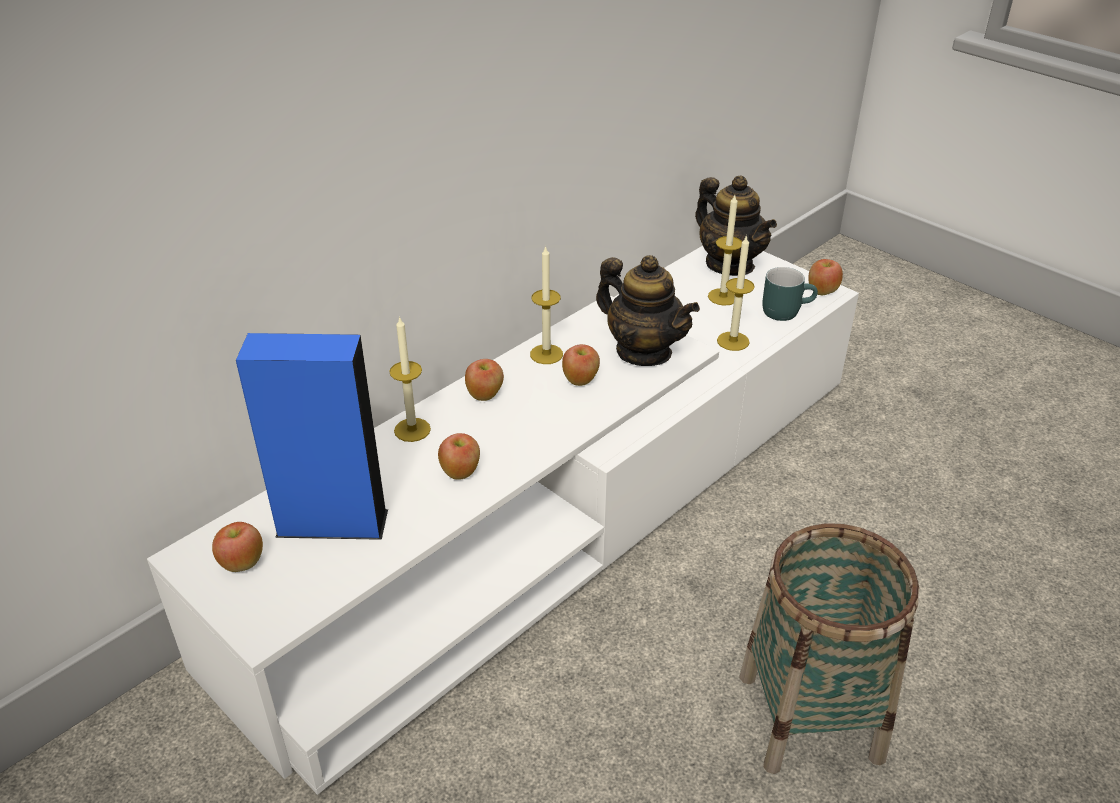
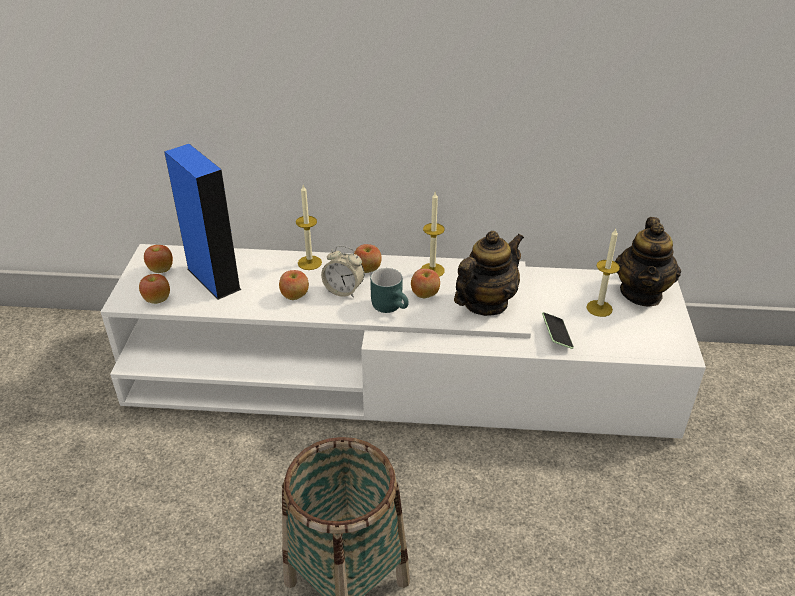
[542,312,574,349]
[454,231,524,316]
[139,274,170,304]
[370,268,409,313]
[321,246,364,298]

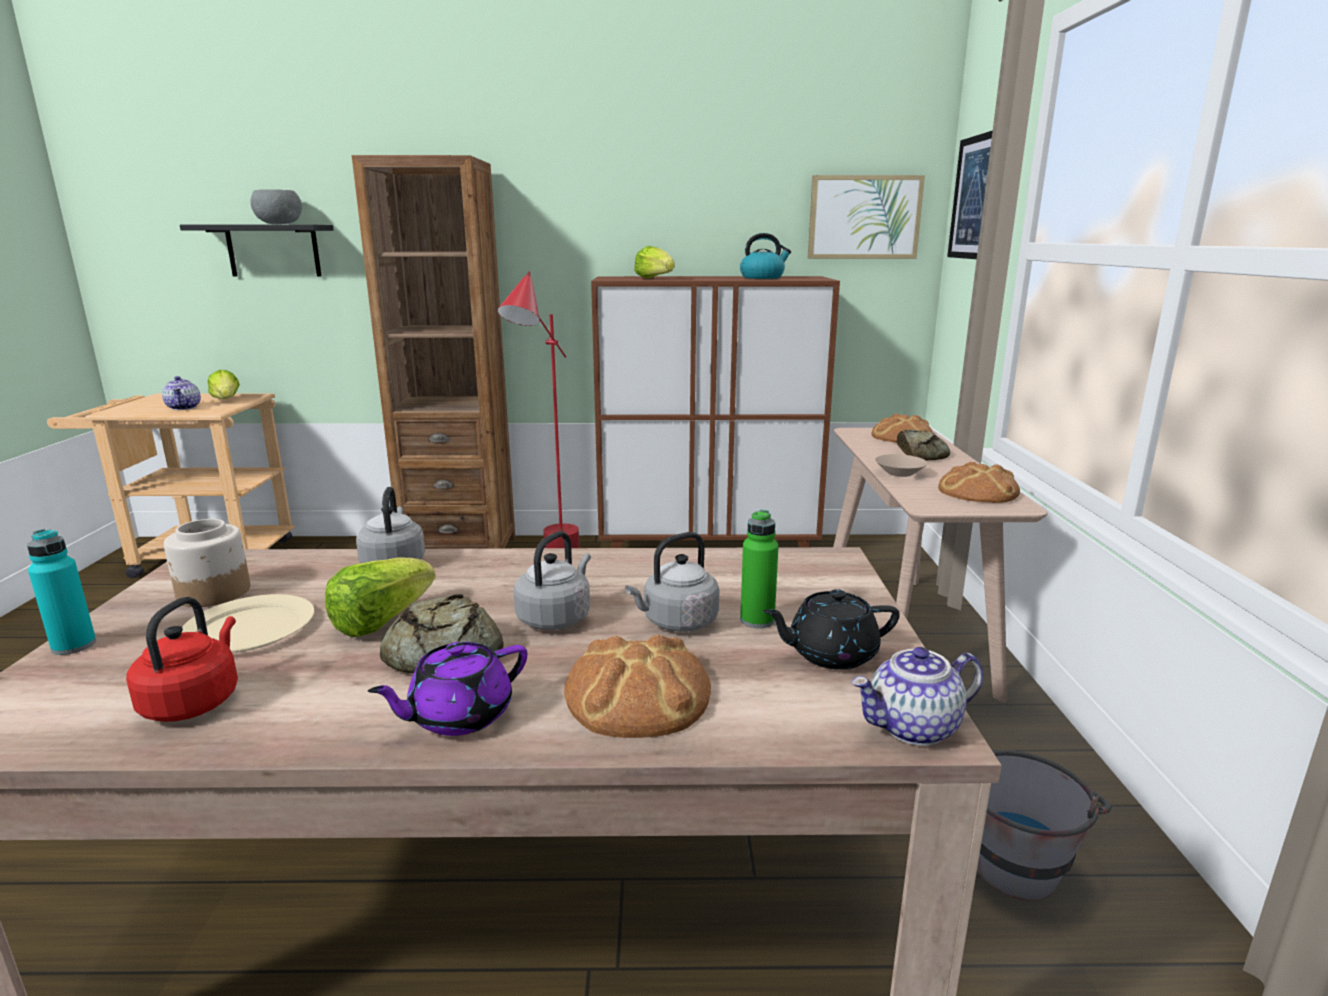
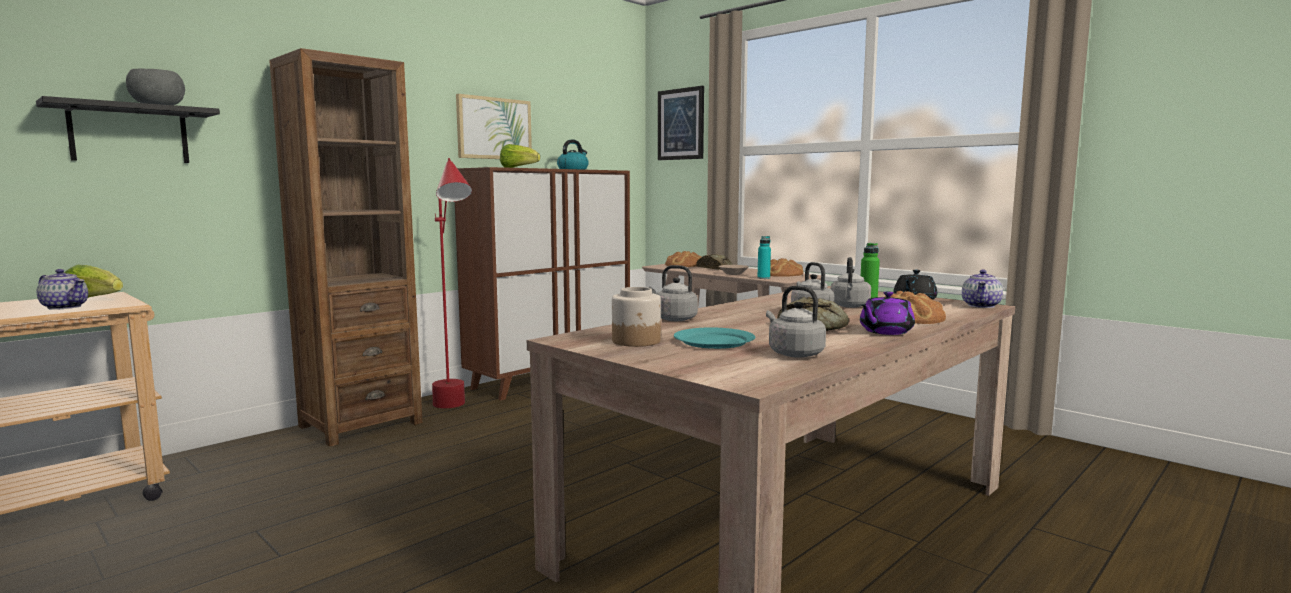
[456,94,532,159]
[757,236,771,279]
[325,558,436,637] (first image)
[674,327,755,349]
[766,286,826,358]
[860,291,915,335]
[977,750,1111,901] (first image)

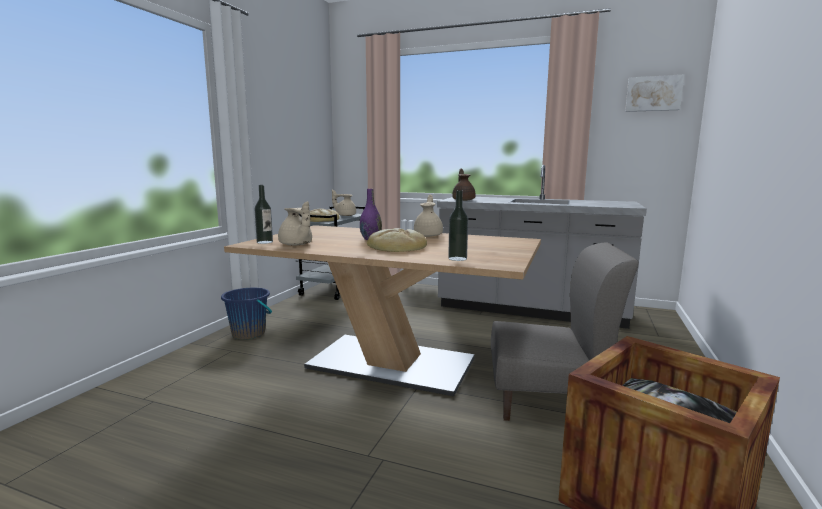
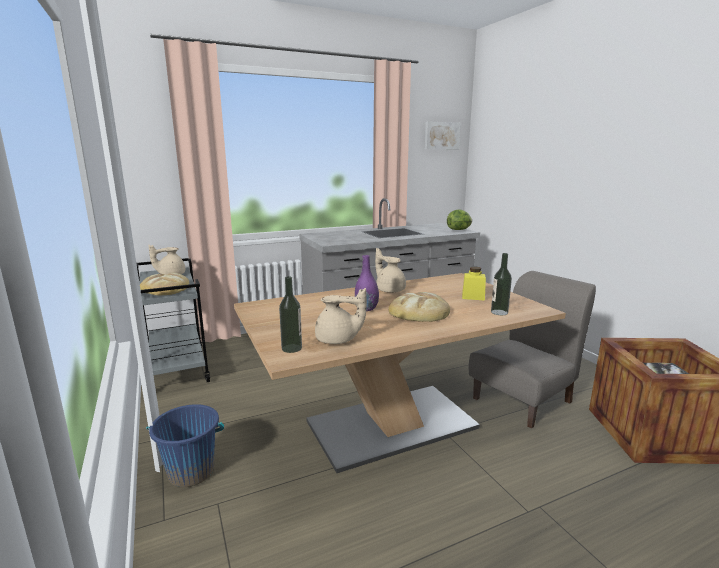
[452,168,476,201] (first image)
[447,209,472,230]
[462,267,486,301]

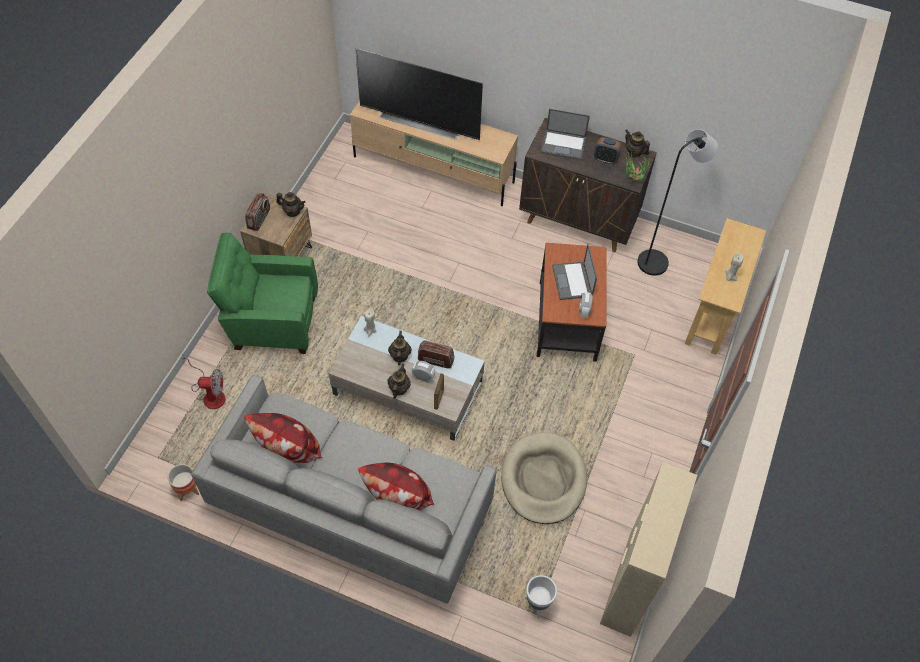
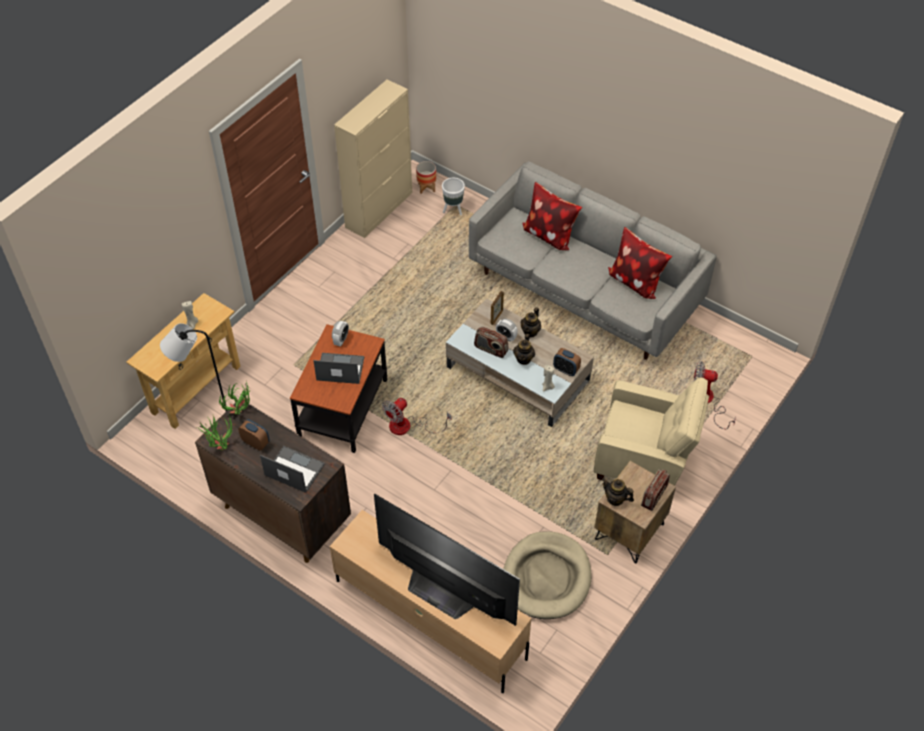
[197,415,233,451]
[594,377,709,486]
[313,353,364,384]
[503,531,591,619]
[416,161,436,194]
[553,348,581,376]
[382,398,451,435]

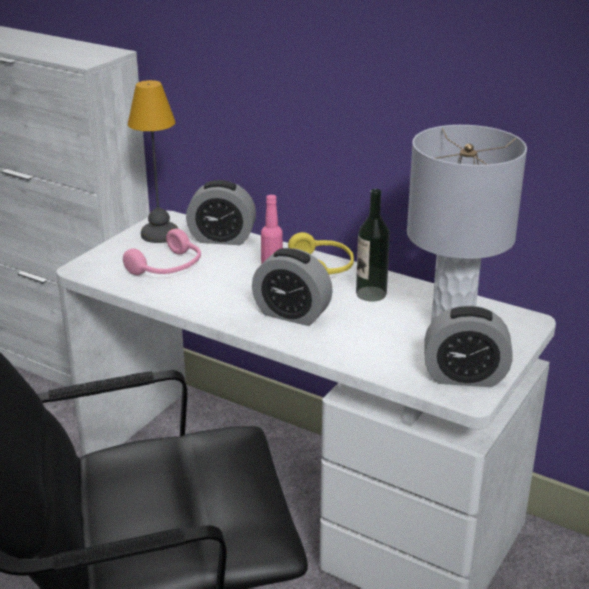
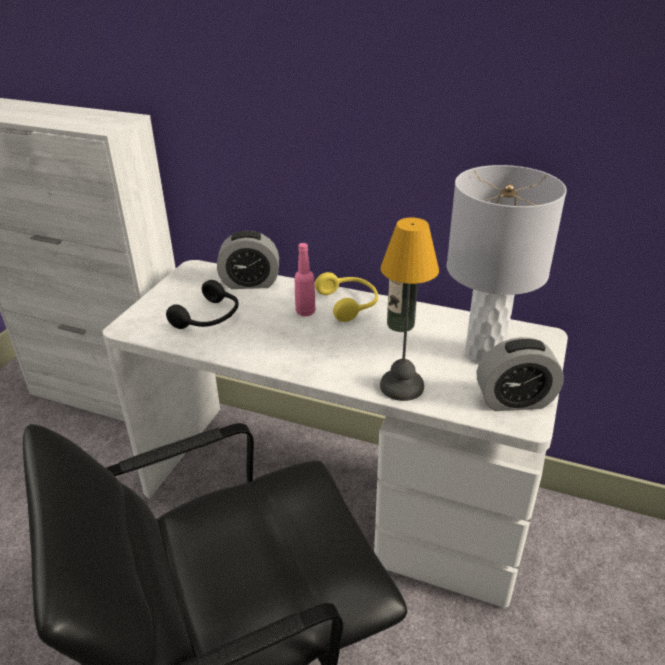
[380,217,439,401]
[166,280,239,329]
[252,248,333,326] (first image)

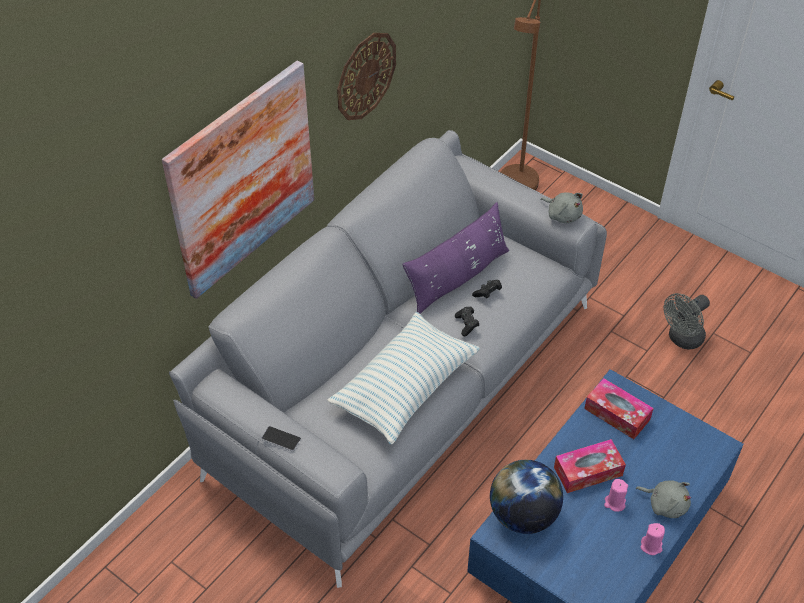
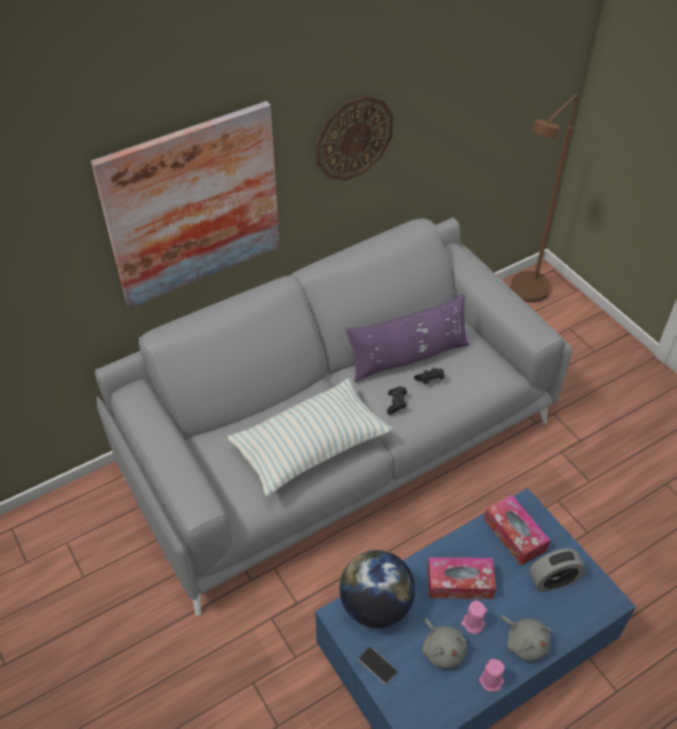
[422,618,467,668]
[663,293,710,349] (first image)
[358,647,398,684]
[529,548,586,592]

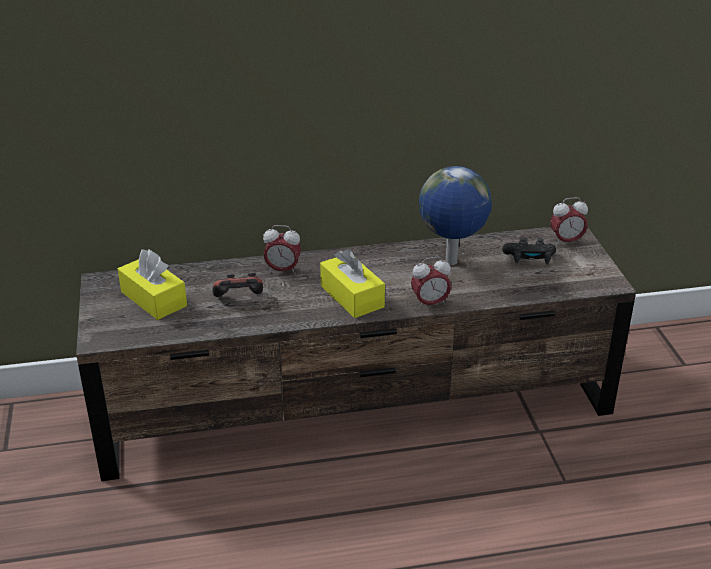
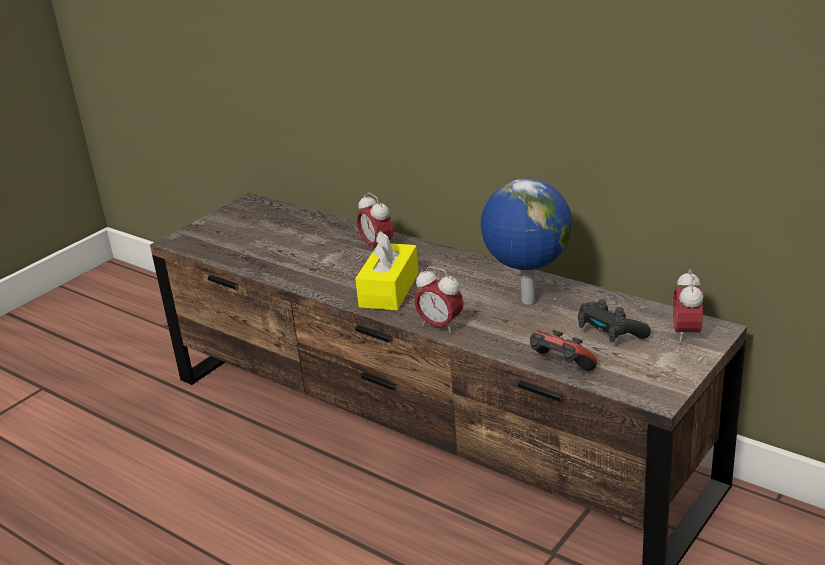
[673,269,703,344]
[118,250,187,320] (first image)
[530,330,597,371]

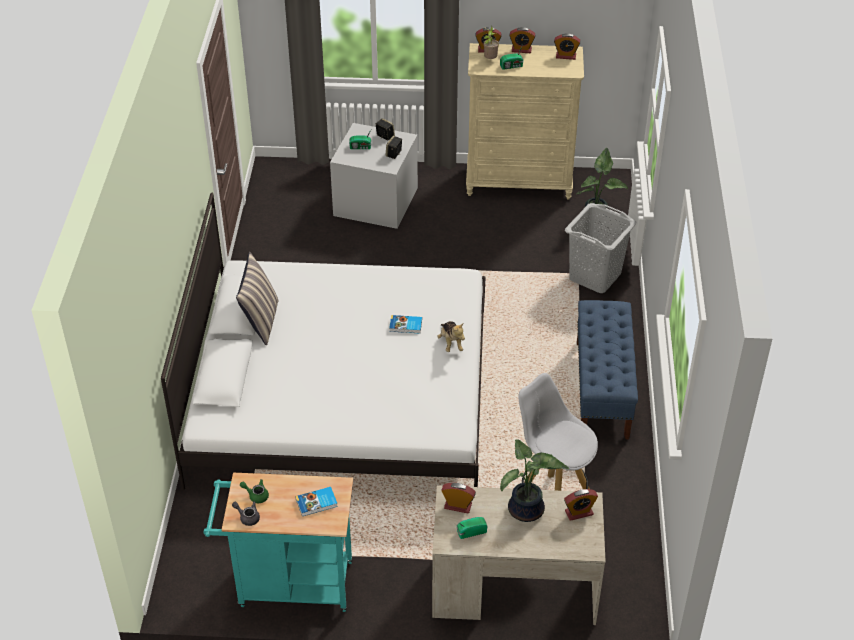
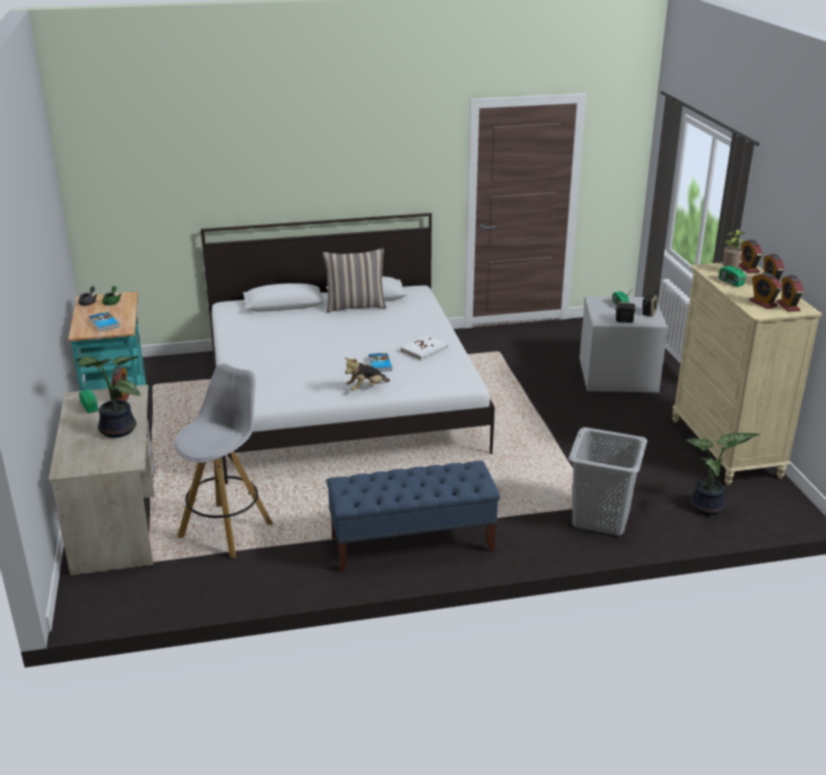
[749,272,782,309]
[401,335,447,361]

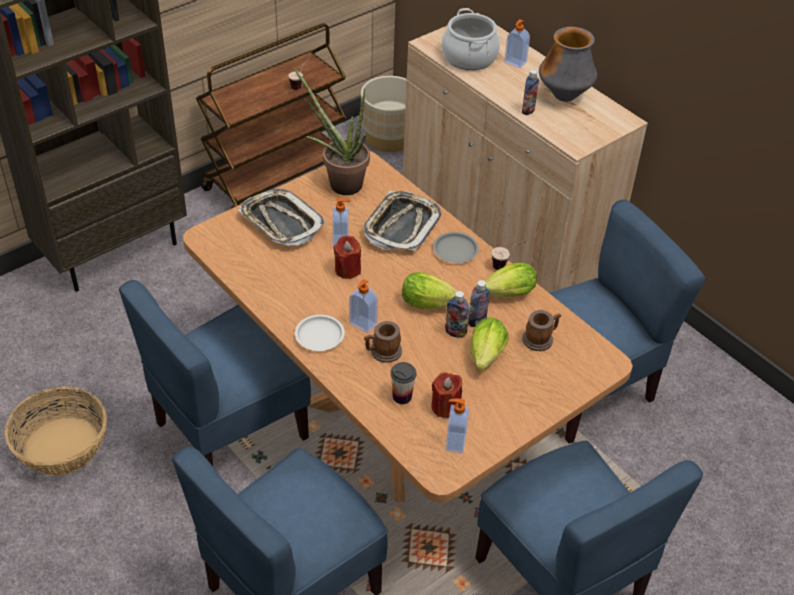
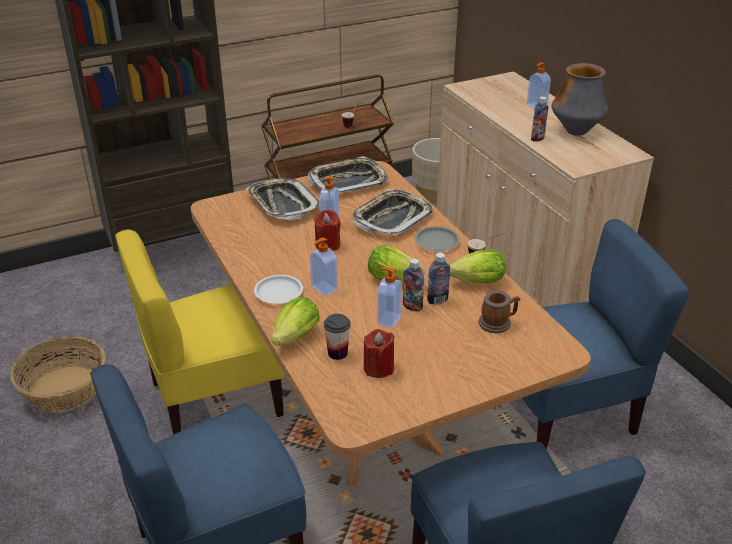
[442,8,500,70] (first image)
[307,156,388,193]
[115,229,284,435]
[271,297,319,346]
[364,321,402,363] (first image)
[377,267,402,328]

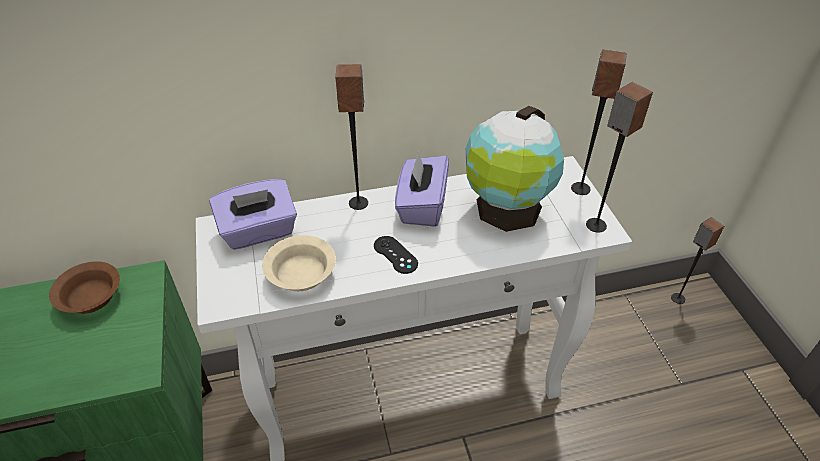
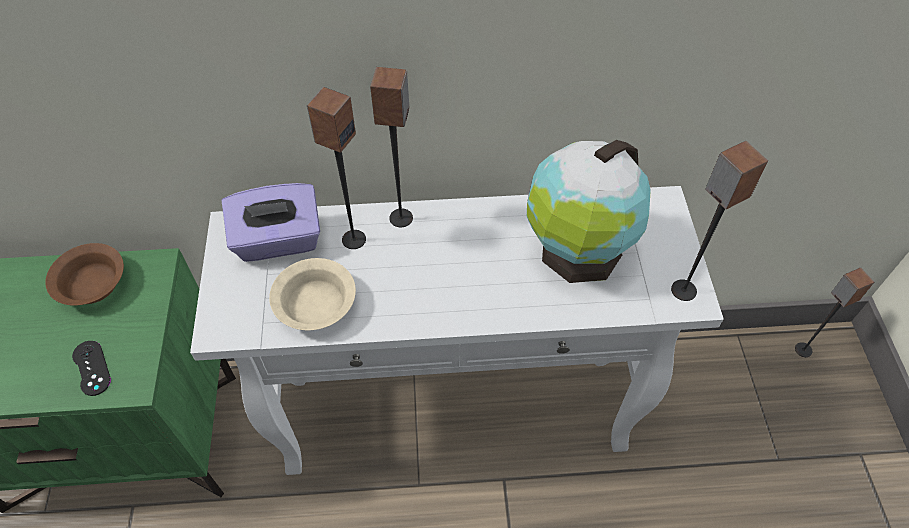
[307,87,366,249]
[395,152,449,227] (first image)
[72,341,111,396]

